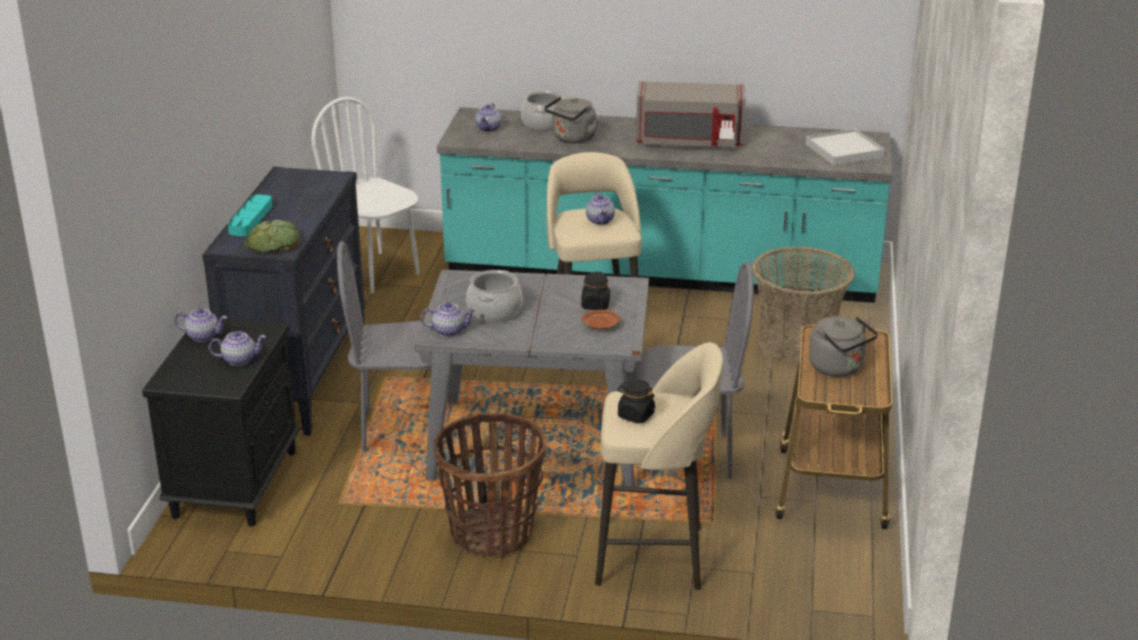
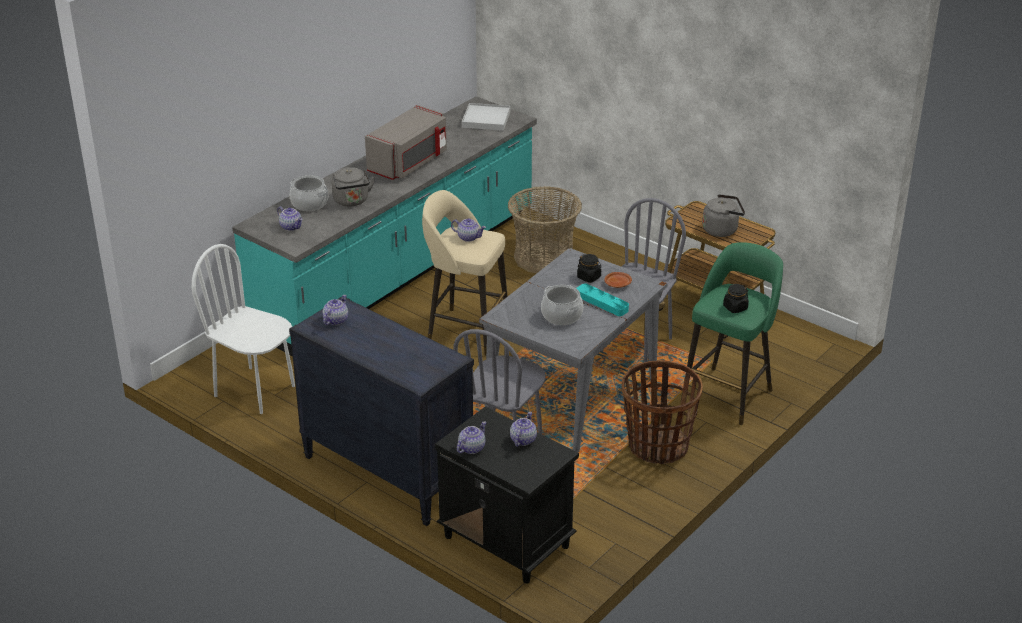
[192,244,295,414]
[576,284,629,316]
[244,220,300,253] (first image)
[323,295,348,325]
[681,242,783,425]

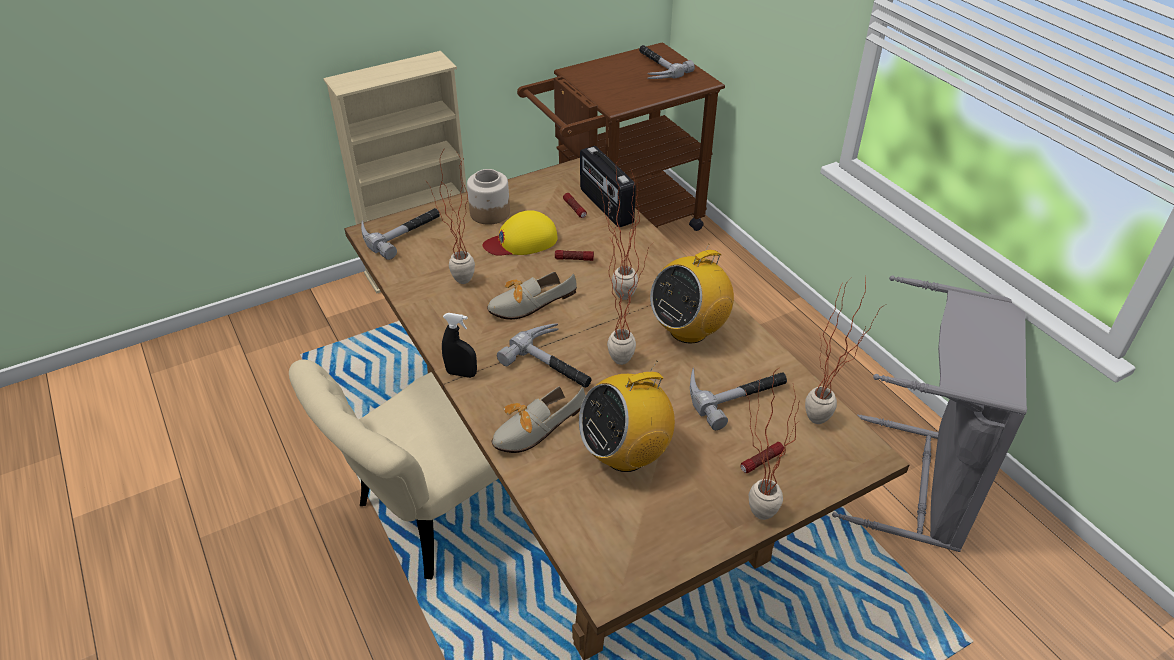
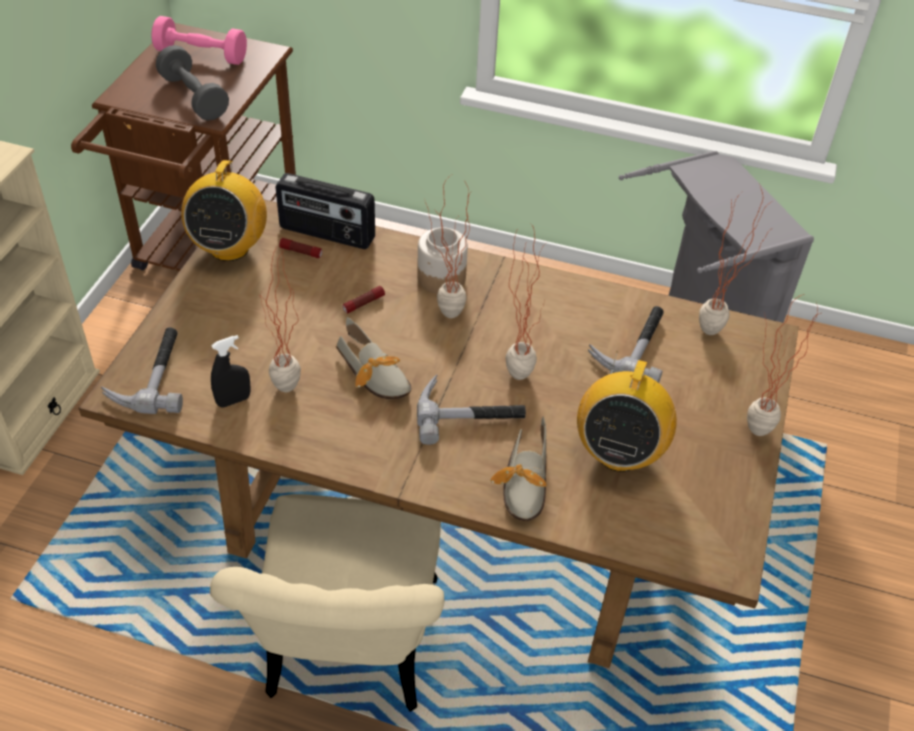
[151,16,247,65]
[417,227,468,294]
[483,210,558,256] (first image)
[181,160,267,261]
[336,317,411,399]
[211,335,251,408]
[741,442,785,473] (first image)
[156,45,229,121]

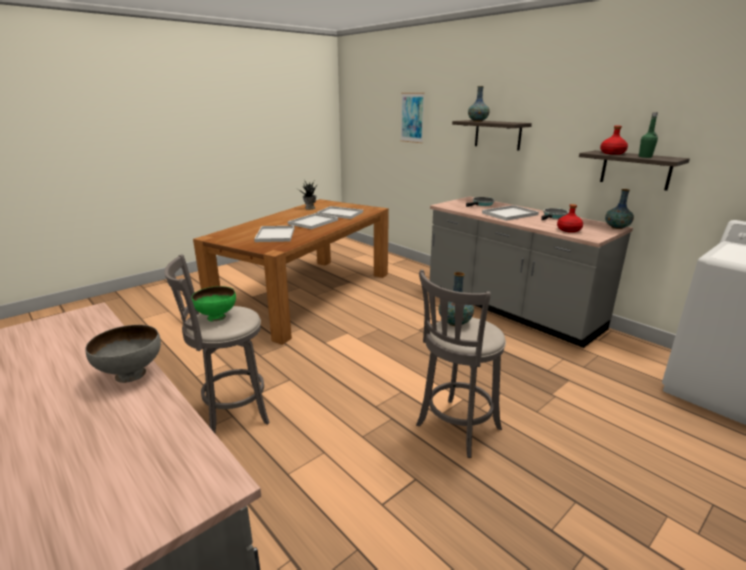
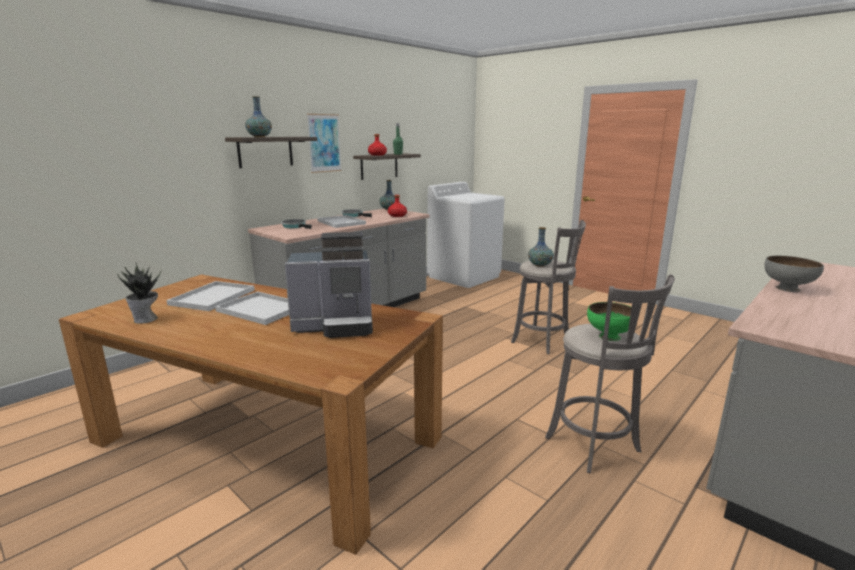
[307,114,342,173]
[284,232,373,338]

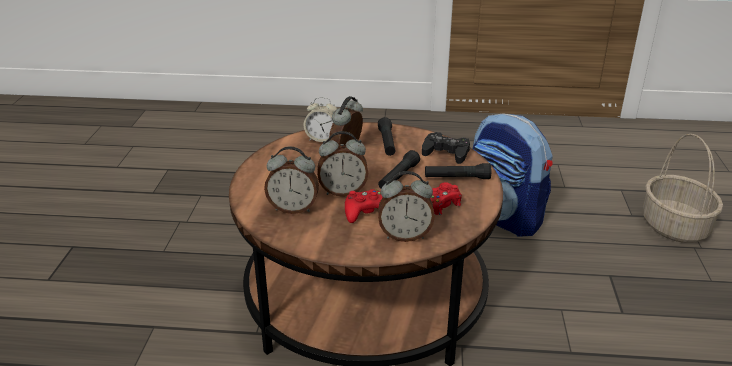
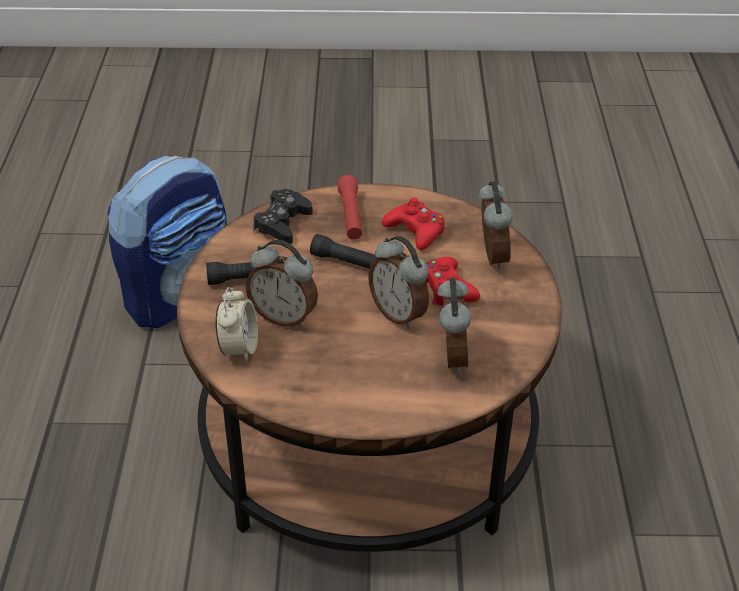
[369,236,429,329]
[643,134,723,243] (first image)
[337,175,362,240]

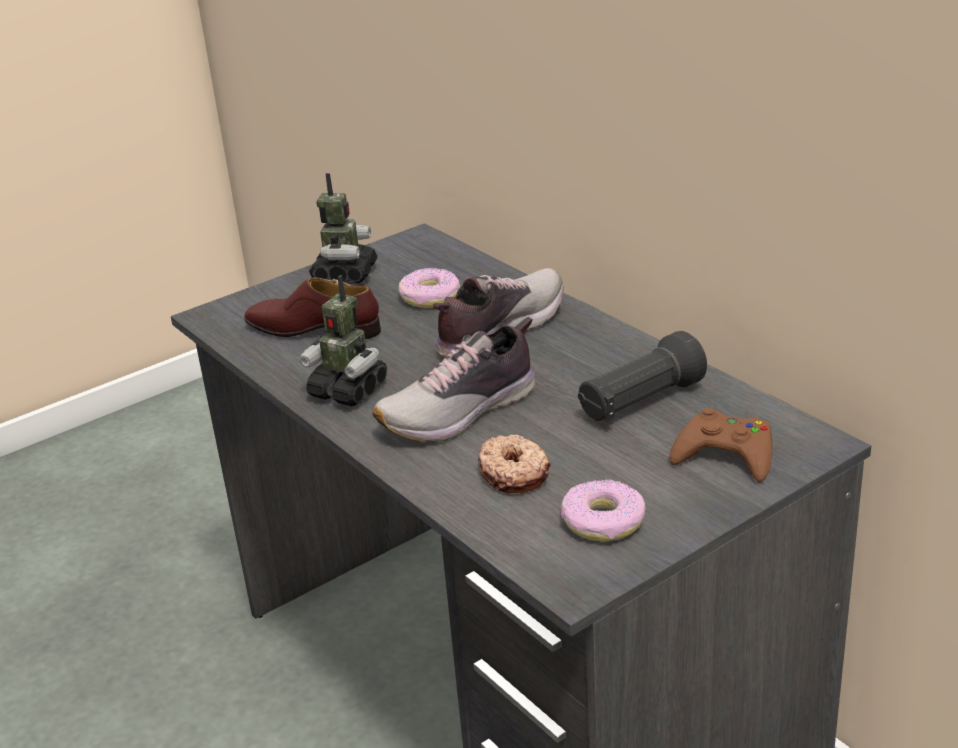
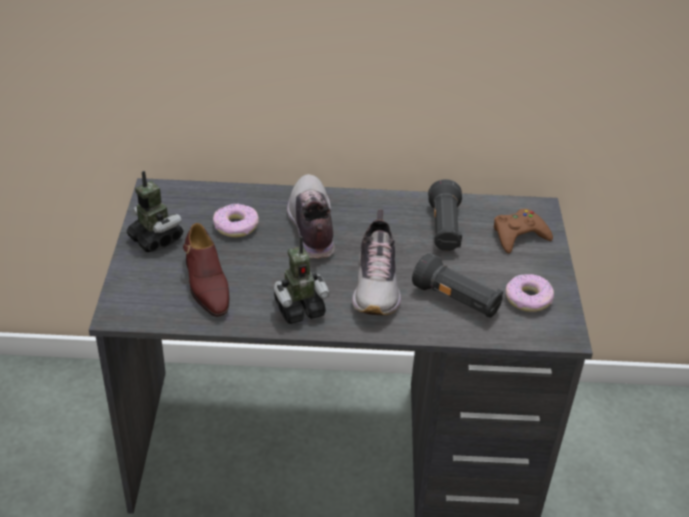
[183,223,229,317]
[412,253,503,318]

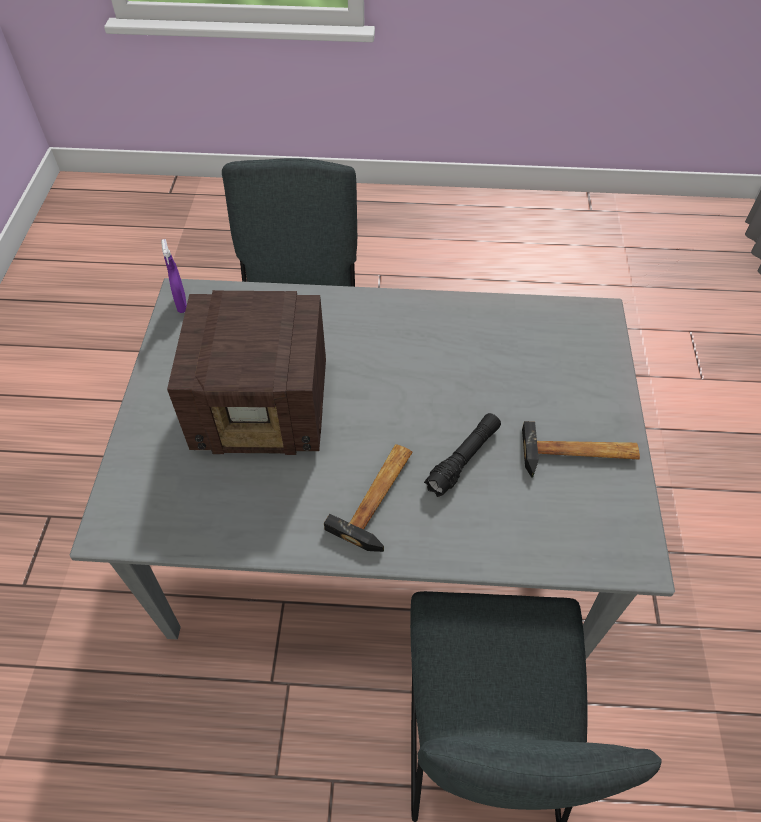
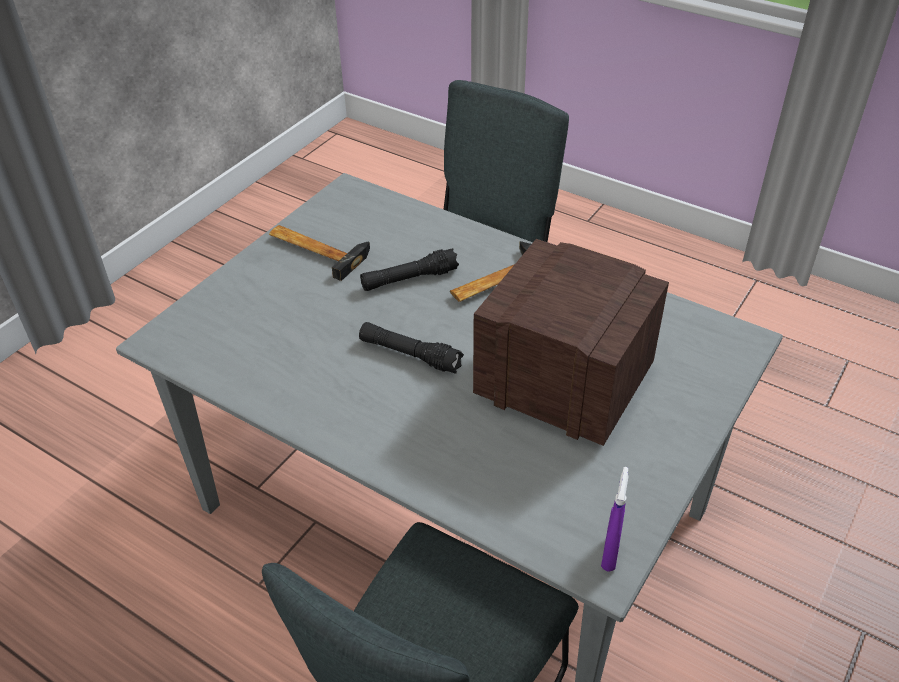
[359,322,464,374]

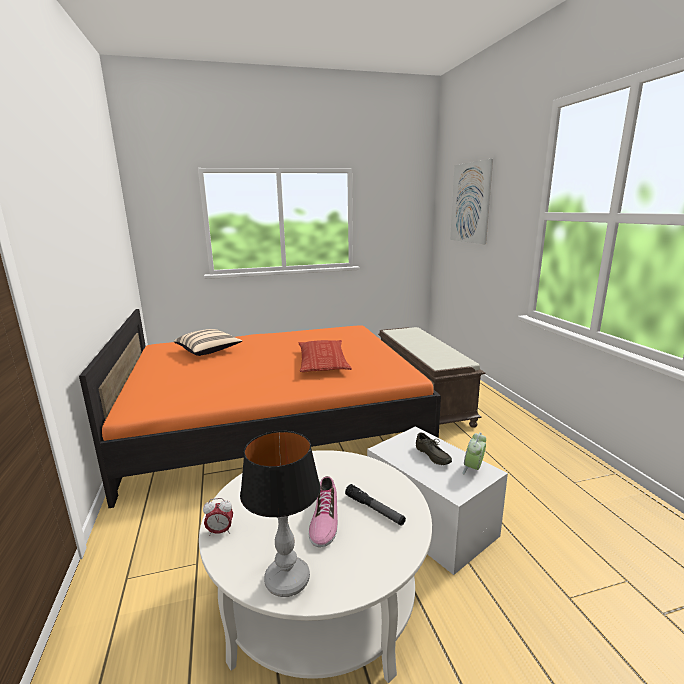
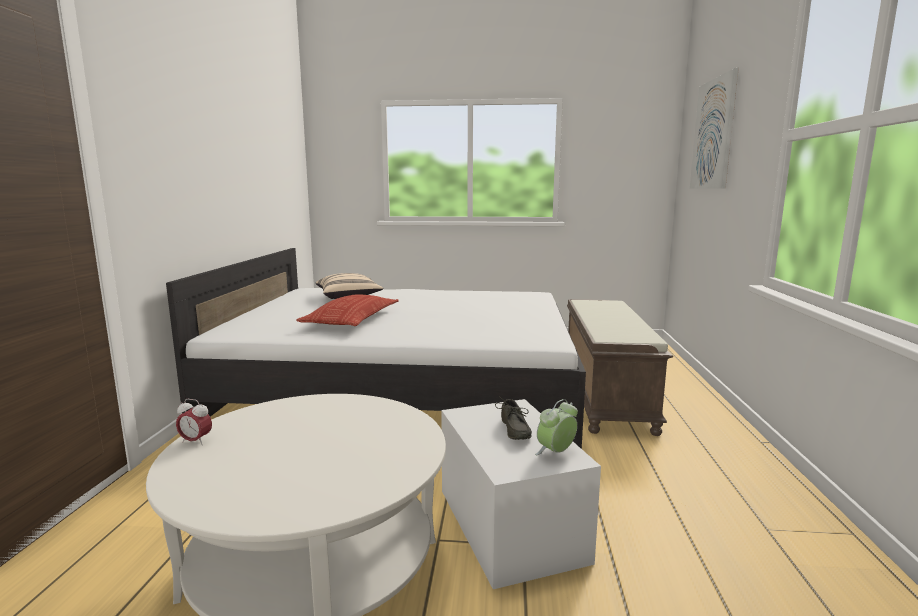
[166,248,586,449]
[296,294,398,326]
[240,431,321,597] (first image)
[309,476,338,547] (first image)
[345,484,406,526] (first image)

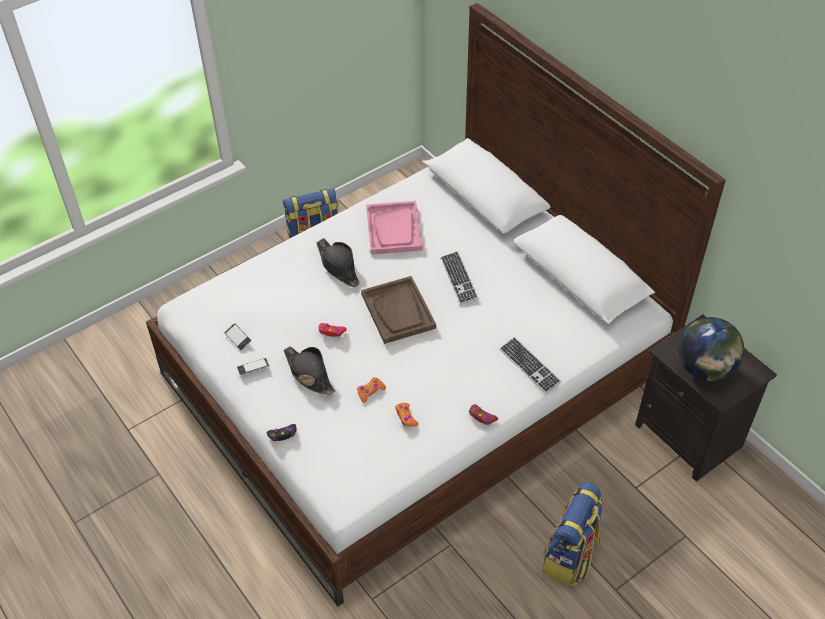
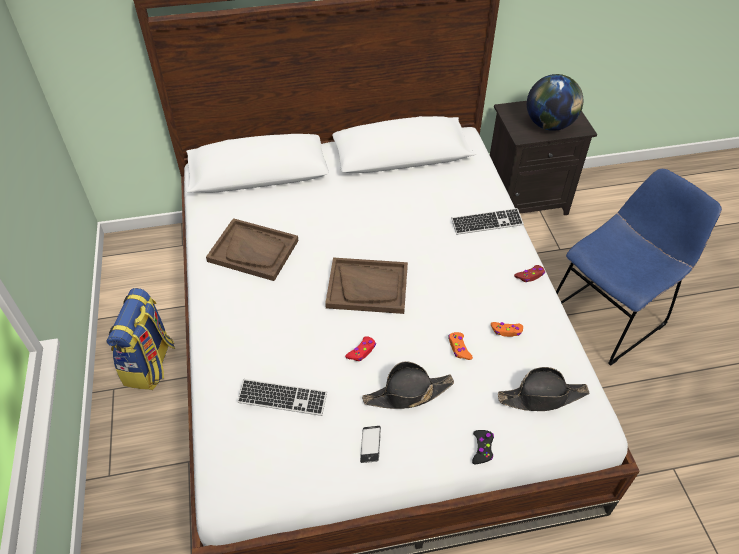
[206,218,299,281]
[498,367,590,411]
[237,379,327,416]
[225,323,251,350] (first image)
[556,168,722,366]

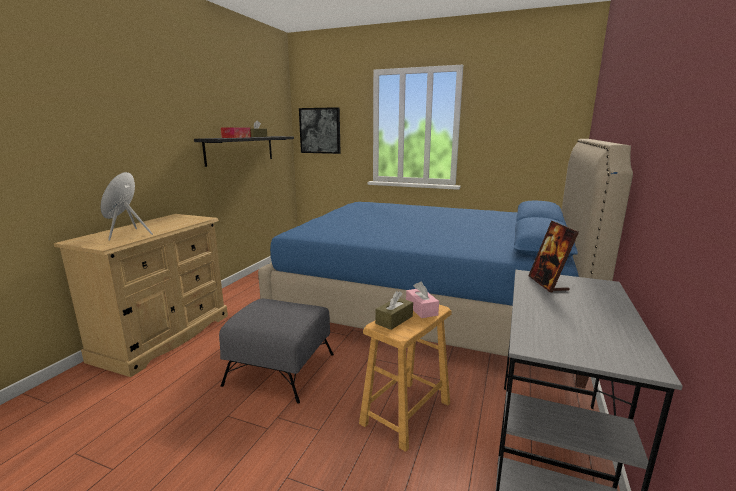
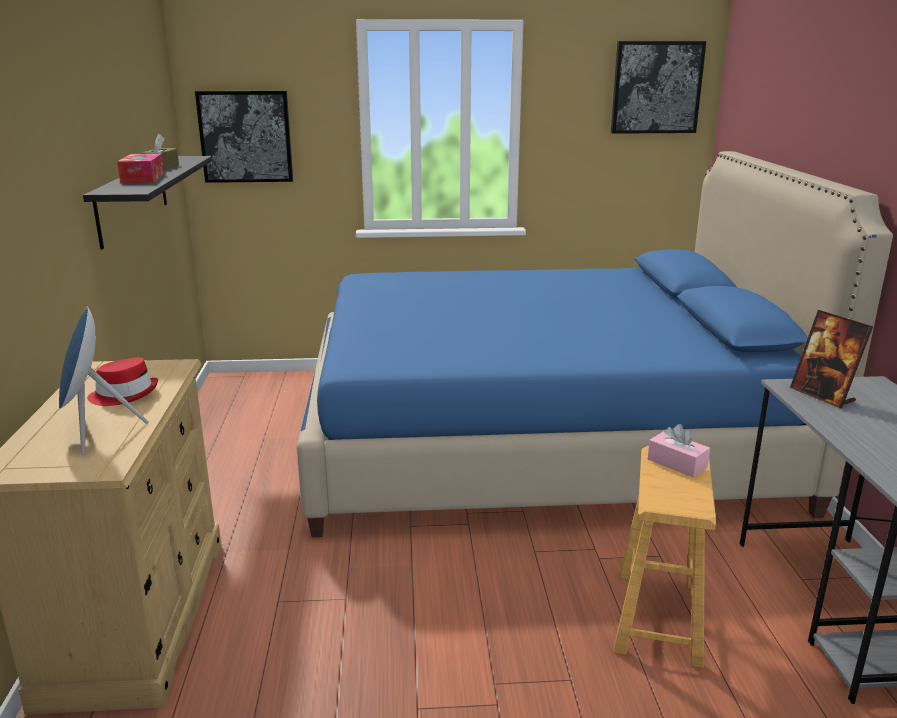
[375,291,413,330] (first image)
[219,299,334,403] (first image)
[611,41,706,134]
[87,357,158,406]

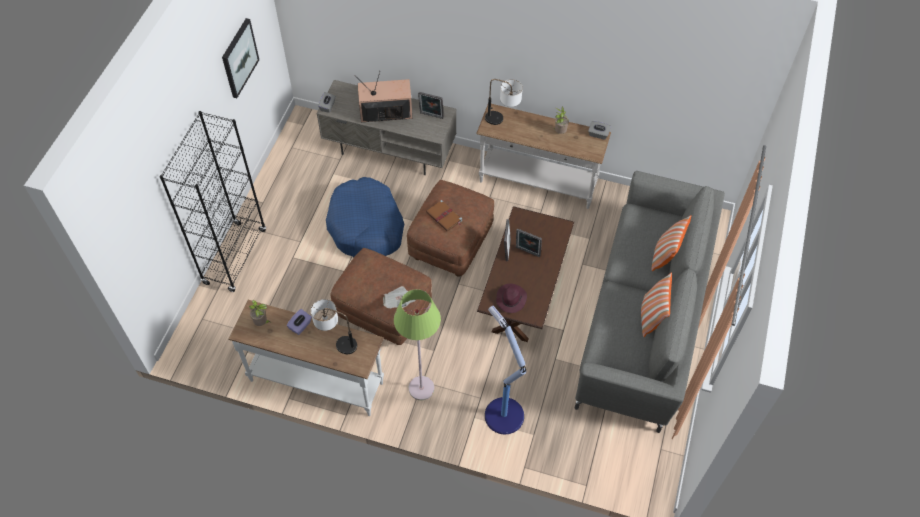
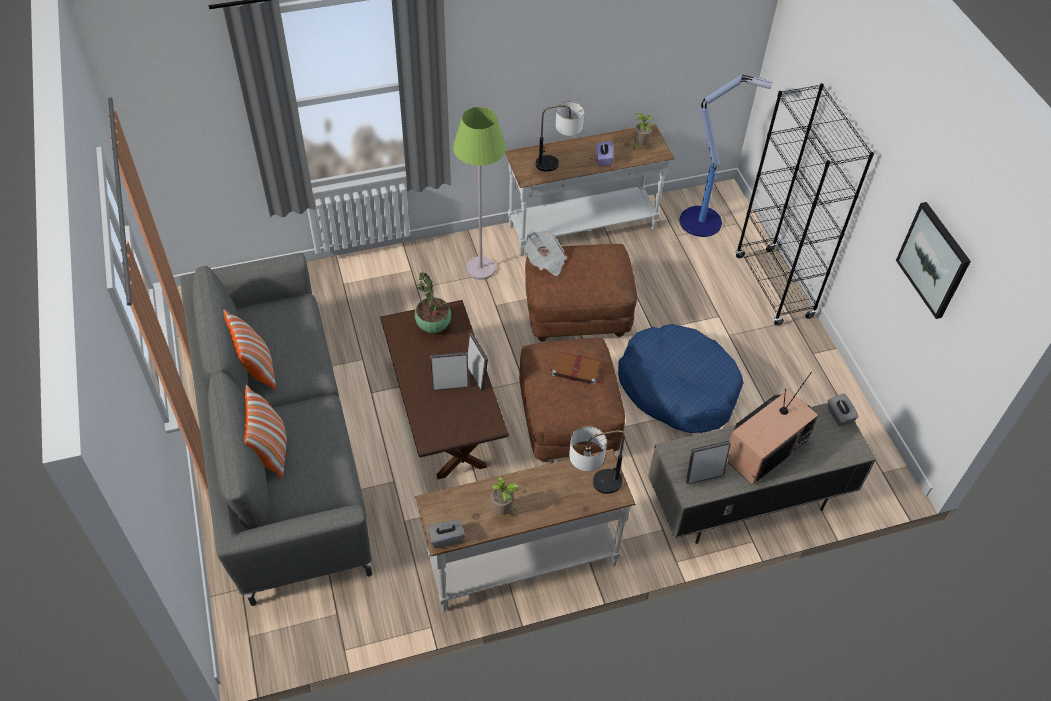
[415,272,451,333]
[680,73,773,237]

